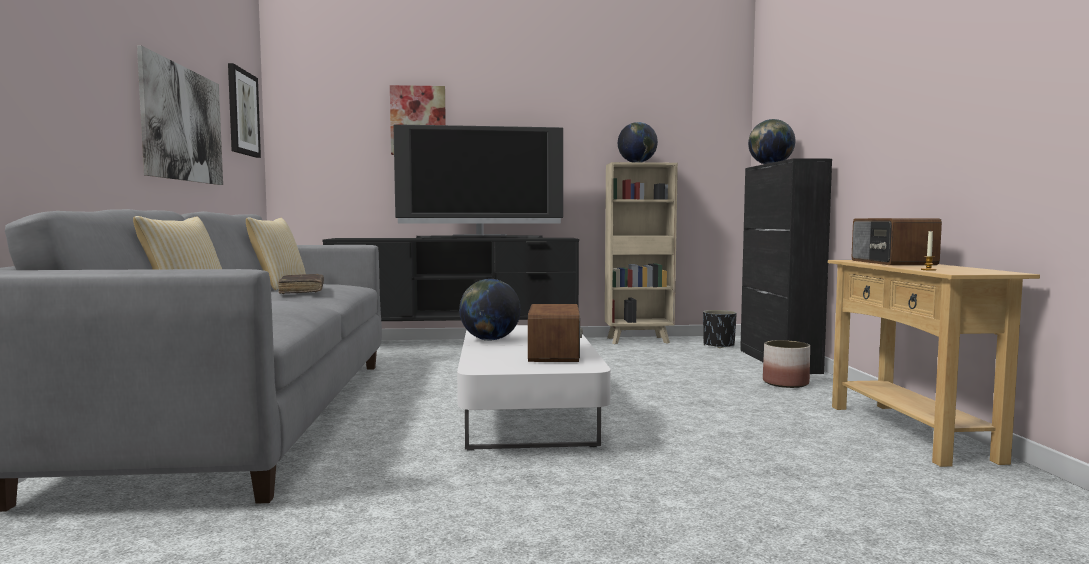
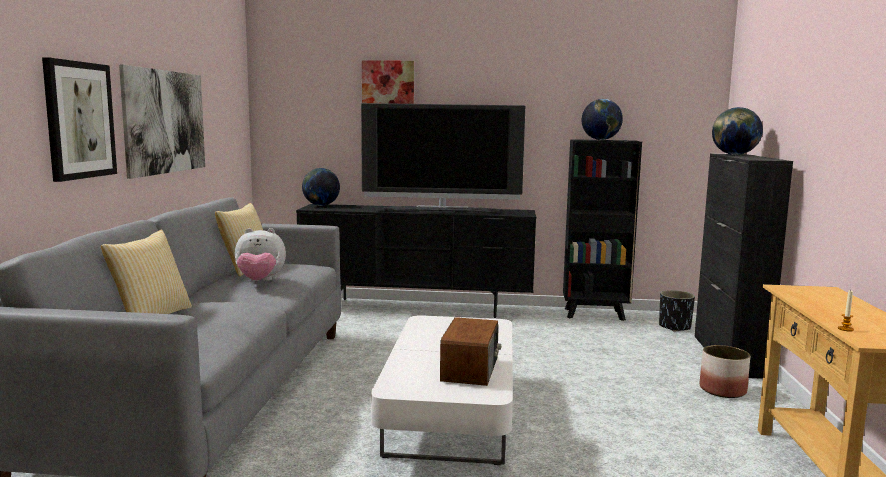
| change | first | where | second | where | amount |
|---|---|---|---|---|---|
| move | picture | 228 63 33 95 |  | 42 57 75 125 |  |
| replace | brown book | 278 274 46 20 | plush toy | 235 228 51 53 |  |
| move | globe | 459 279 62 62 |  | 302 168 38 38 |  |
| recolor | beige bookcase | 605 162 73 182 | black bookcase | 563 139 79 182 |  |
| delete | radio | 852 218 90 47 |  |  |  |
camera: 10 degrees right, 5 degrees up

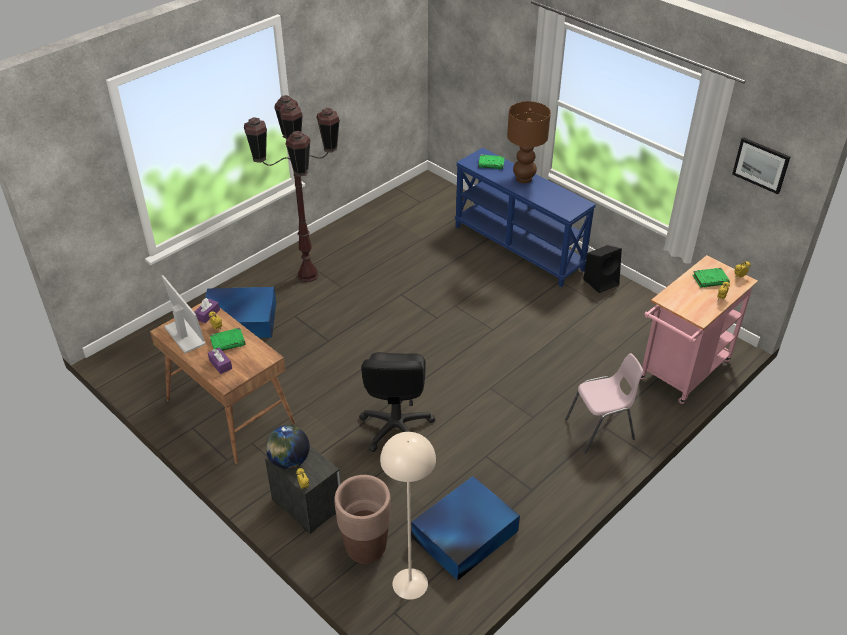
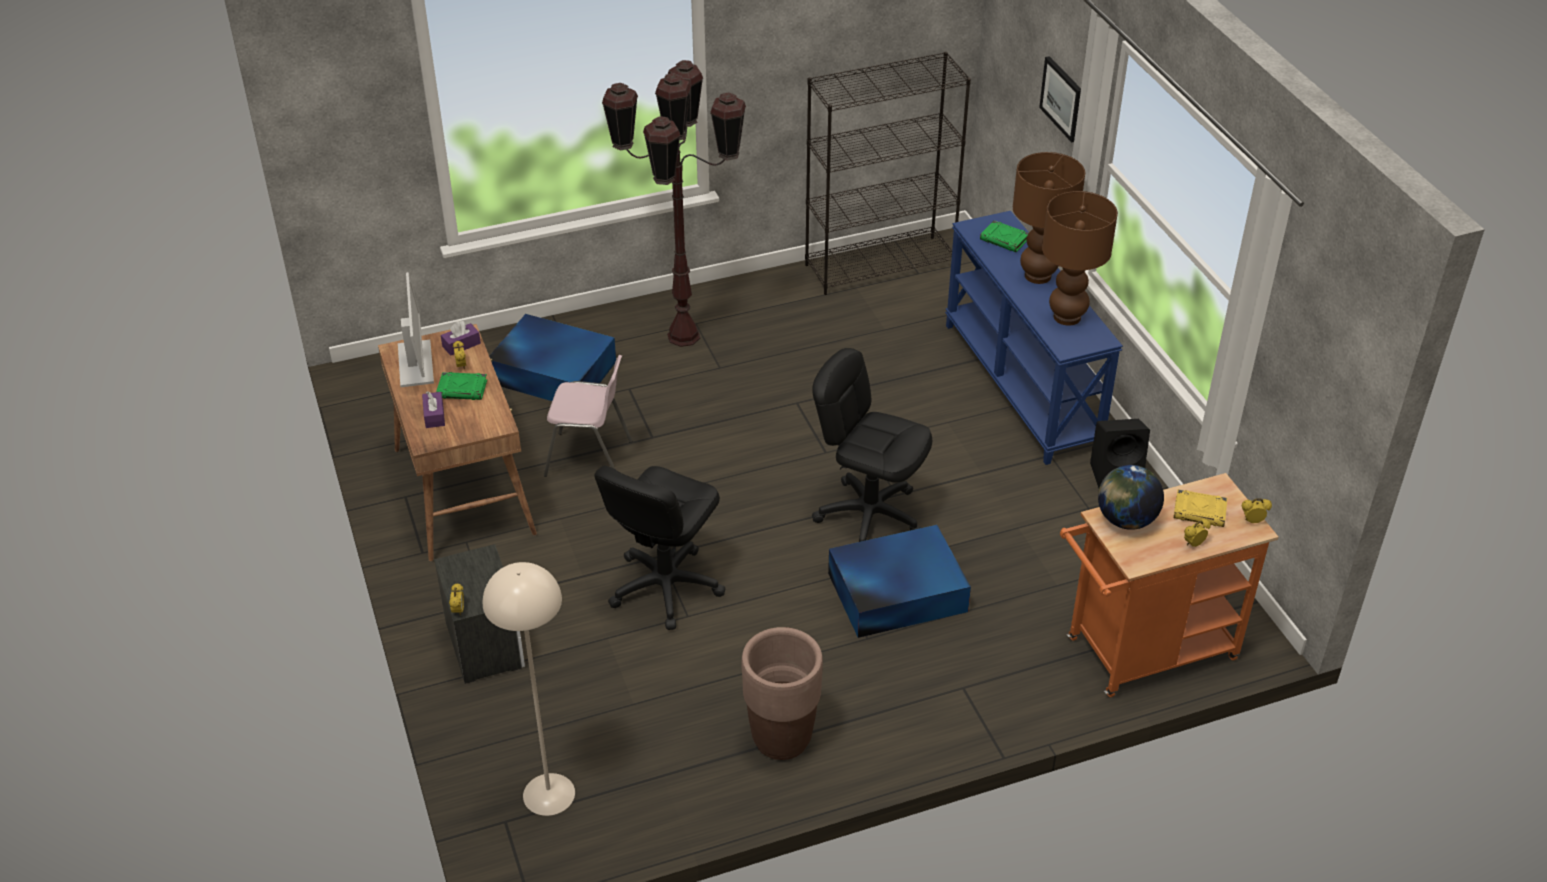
| change | first | where | second | where | amount |
|---|---|---|---|---|---|
| move | globe | 266 425 44 44 |  | 1098 465 66 65 |  |
| move | brown planter | 334 475 57 89 |  | 742 627 81 133 |  |
| move | blue storage box | 411 476 109 105 |  | 828 525 143 113 |  |
| move | pink chair | 566 353 78 100 |  | 544 355 88 122 |  |
| recolor | pink cart | 641 255 117 149 | orange cart | 1060 473 219 224 |  |
| recolor | green book | 693 268 37 20 | yellow book | 1174 489 54 38 |  |
| move | picture | 732 137 58 57 |  | 1039 56 42 86 |  |
| insert |  |  | black bookcase | 805 52 166 243 |  |
| insert |  |  | black office chair | 812 348 120 194 |  |
| insert |  |  | brown table lamp | 1042 191 76 135 |  |
camera: 25 degrees right, 0 degrees up

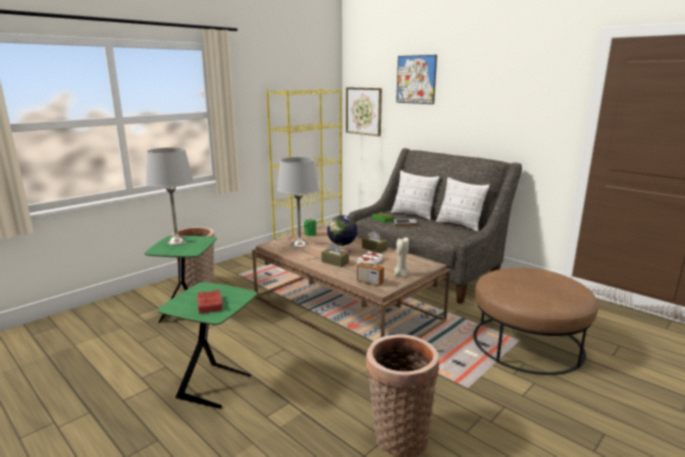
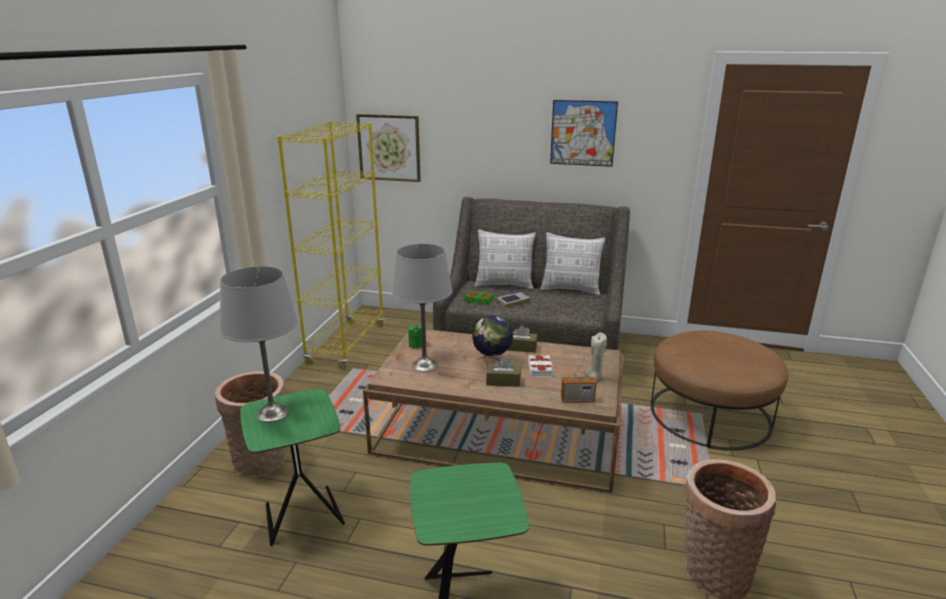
| change | first | where | second | where | amount |
|---|---|---|---|---|---|
| delete | red book | 197 290 26 24 |  |  |  |
| move | picture | 396 55 41 49 |  | 550 100 68 67 |  |
camera: 30 degrees left, 5 degrees up

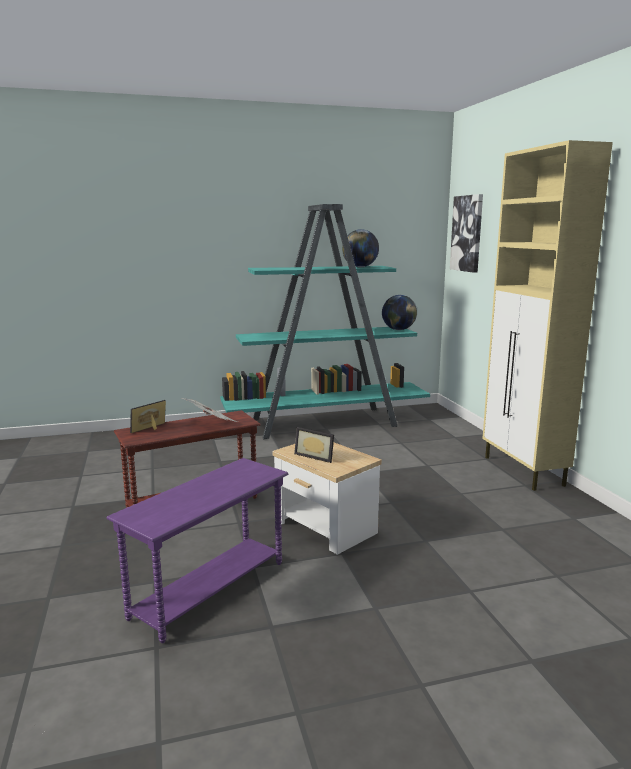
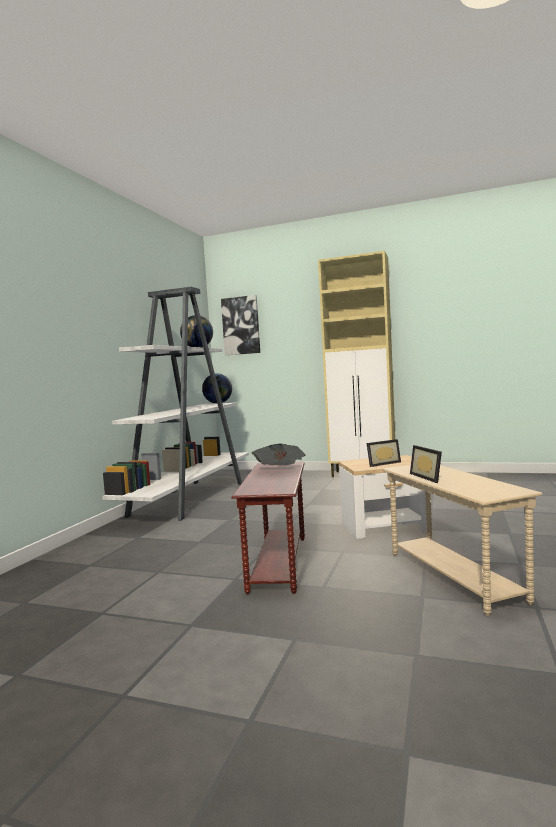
| change | first | where | second | where | amount |
|---|---|---|---|---|---|
| recolor | purple side table | 106 458 183 185 | beige side table | 382 465 160 151 |  |
| move | picture frame | 130 400 36 33 |  | 410 445 32 38 |  |
| recolor | turquoise bookcase | 220 204 210 235 | white bookcase | 103 287 146 234 |  |
camera: 55 degrees left, 10 degrees down

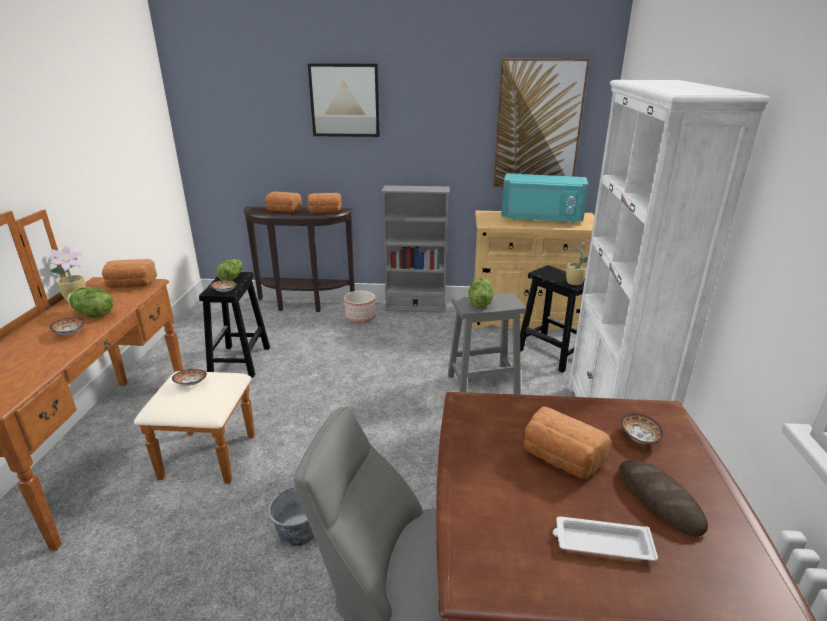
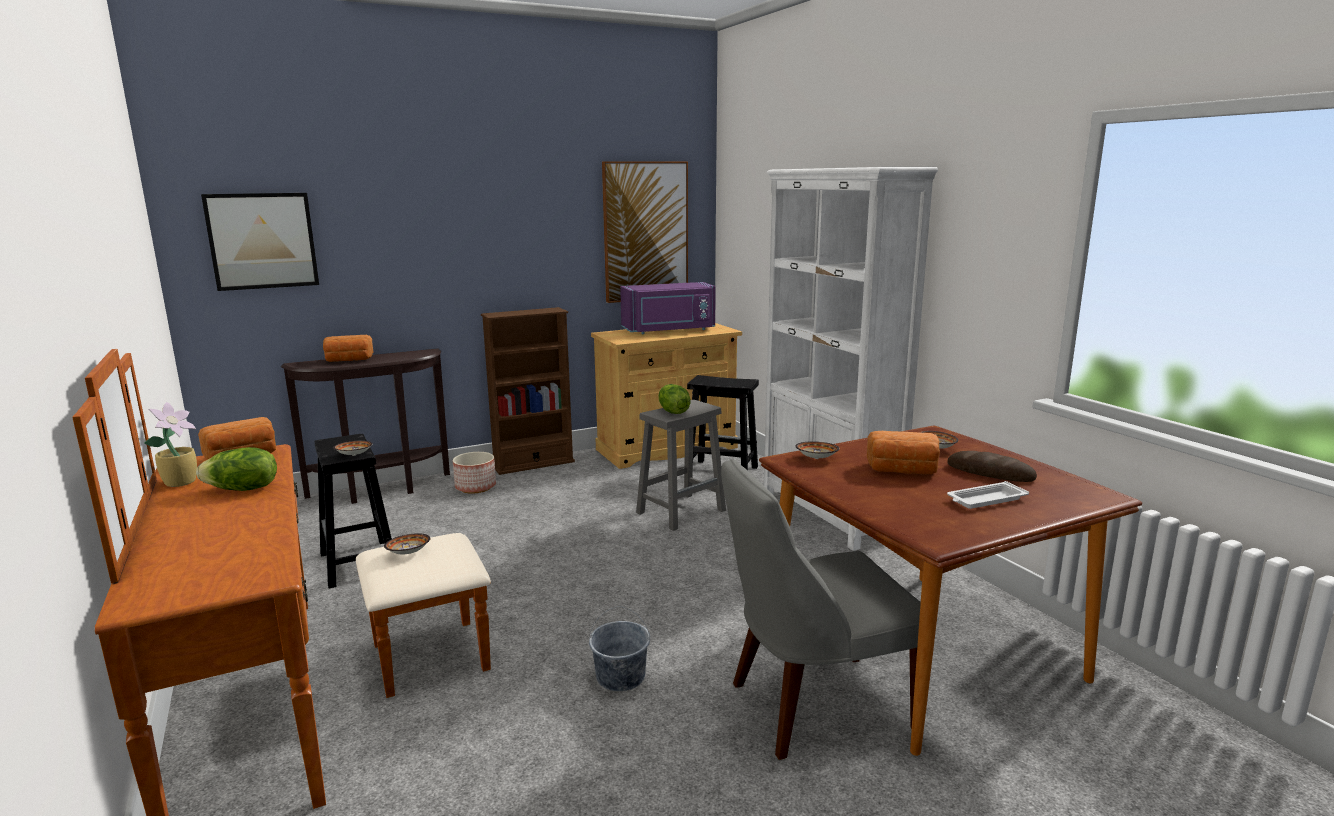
| change | first | where | second | where | amount |
|---|---|---|---|---|---|
| move | bowl | 50 318 34 17 |  | 795 441 45 18 |  |
| delete | lettuce | 216 259 26 22 |  |  |  |
| delete | bread | 307 193 35 20 |  |  |  |
| move | picture | 308 64 72 73 |  | 201 193 118 98 |  |
| recolor | grey bookcase | 381 185 69 128 | brown bookcase | 481 307 94 168 |  |
| recolor | turquoise microwave | 501 173 88 50 | purple microwave | 620 282 96 52 |  |
| delete | potted plant | 566 240 23 45 |  |  |  |
camera: 30 degrees left, 10 degrees down

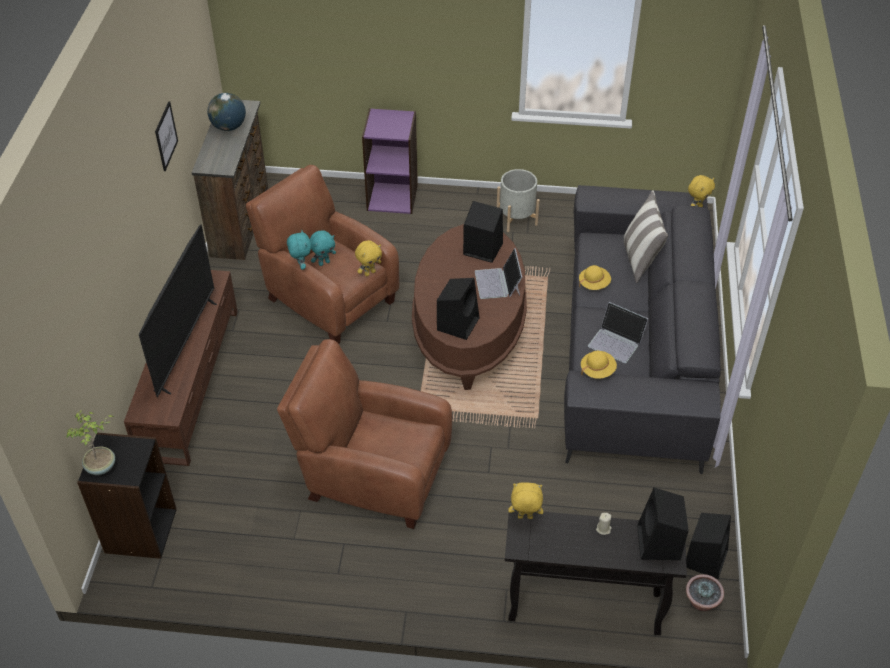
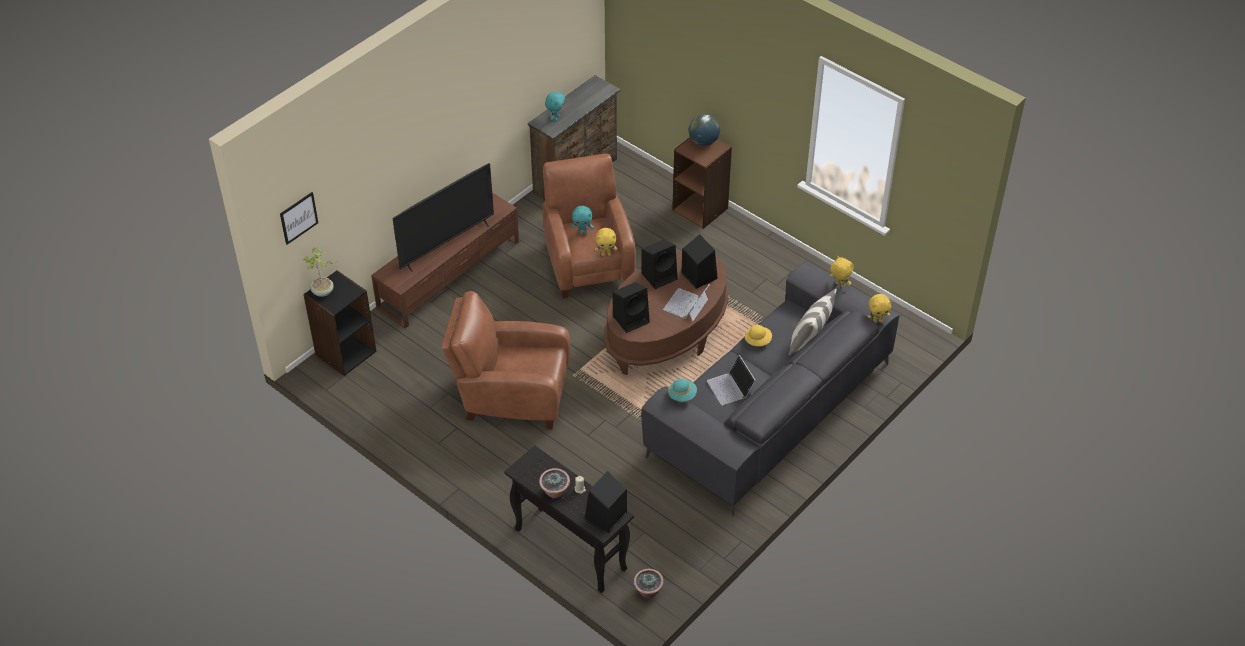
| change | first | where | second | where | amount |
|---|---|---|---|---|---|
| move | picture | 155 101 23 70 |  | 280 192 38 53 |  |
| move | globe | 207 93 39 38 |  | 689 114 31 32 |  |
| rotate | brown armchair | 277 339 175 190 |  | 442 291 128 139 | 45 degrees counterclockwise |
| move | turquoise plush toy | 287 230 24 40 |  | 545 92 20 29 |  |
| recolor | purple bookcase | 362 108 56 106 | brown bookcase | 672 137 60 92 |  |
| delete | grey planter | 497 169 43 63 |  |  |  |
| move | yellow plush toy | 508 482 35 37 |  | 830 256 24 31 |  |
| recolor | yellow hat | 581 351 36 28 | turquoise hat | 668 379 29 22 |  |
| move | black speaker | 686 513 45 66 |  | 641 240 36 49 |  |
| insert |  |  | potted plant | 539 468 31 30 |  |
camera: 35 degrees right, 0 degrees up

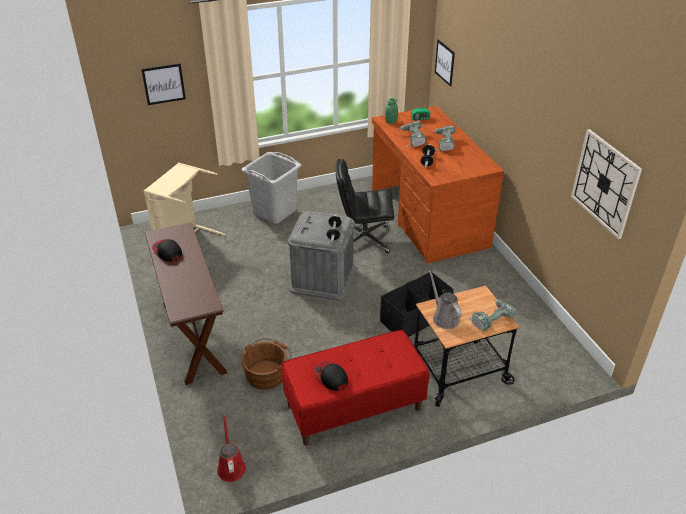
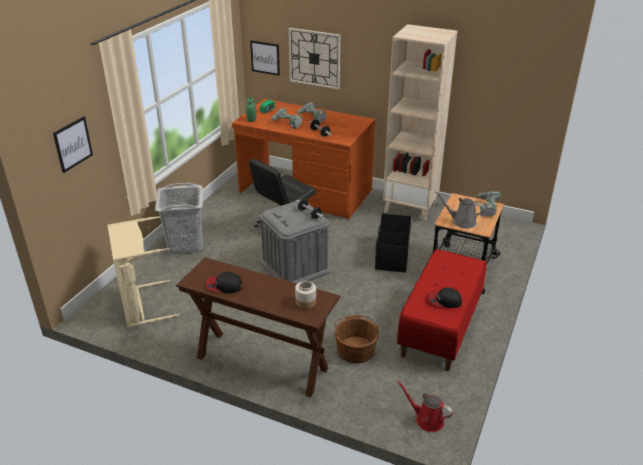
| change | first | where | second | where | amount |
|---|---|---|---|---|---|
| move | wall clock | 571 129 71 110 |  | 288 28 52 62 |  |
| insert |  |  | jar | 295 281 21 28 |  |
| insert |  |  | beige bookcase | 383 24 74 198 |  |
camera: 45 degrees left, 5 degrees down

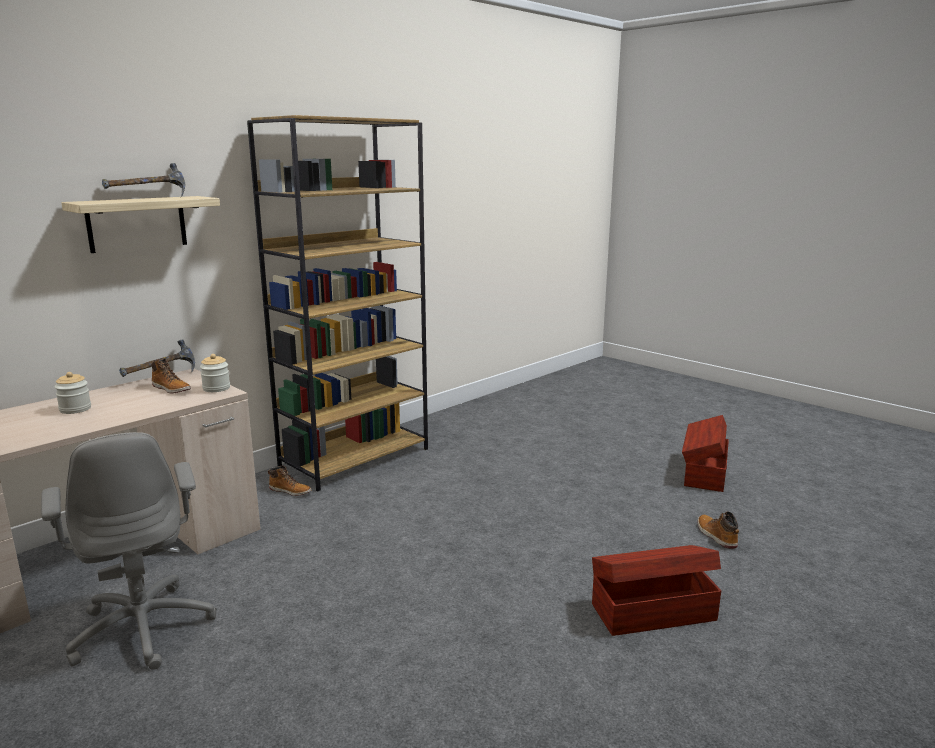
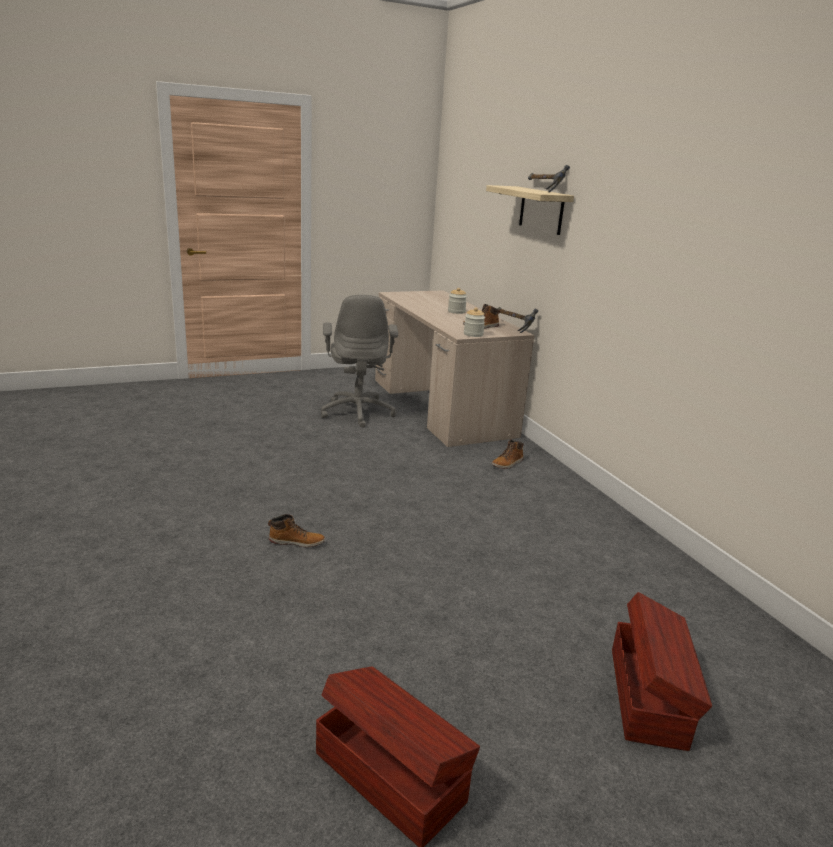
| change | first | where | second | where | amount |
|---|---|---|---|---|---|
| rotate | grey office chair | 41 432 175 238 |  | 321 294 77 134 | 90 degrees counterclockwise |
| delete | brown bookcase | 247 115 181 377 |  |  |  |
| move | brown storage box | 592 545 130 91 |  | 612 592 100 159 |  |
| move | boot | 698 511 41 38 |  | 268 514 57 33 |  |
camera: 110 degrees right, 5 degrees up

